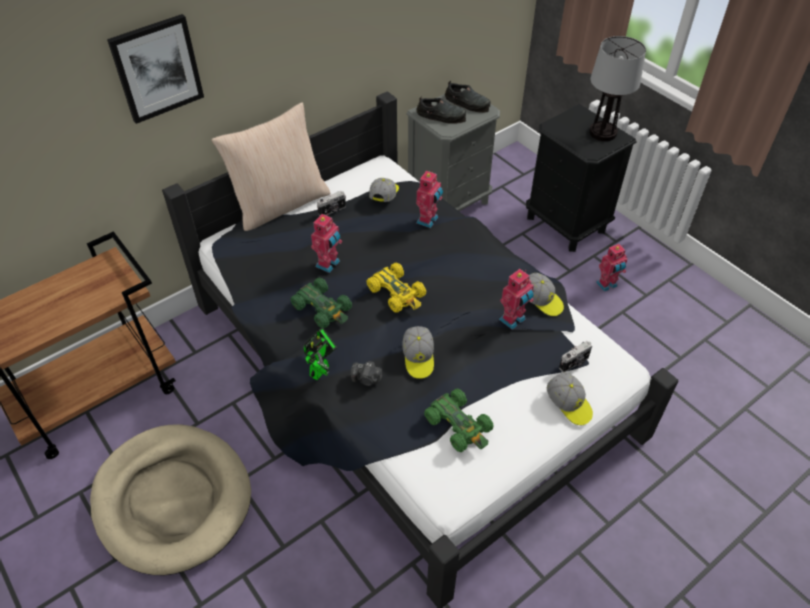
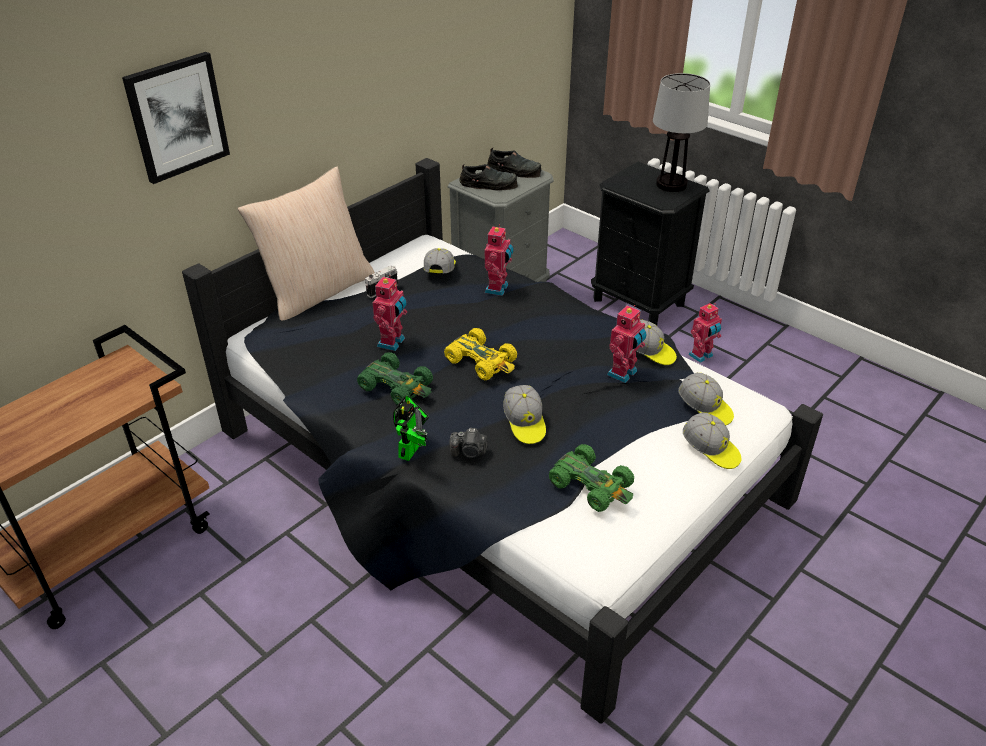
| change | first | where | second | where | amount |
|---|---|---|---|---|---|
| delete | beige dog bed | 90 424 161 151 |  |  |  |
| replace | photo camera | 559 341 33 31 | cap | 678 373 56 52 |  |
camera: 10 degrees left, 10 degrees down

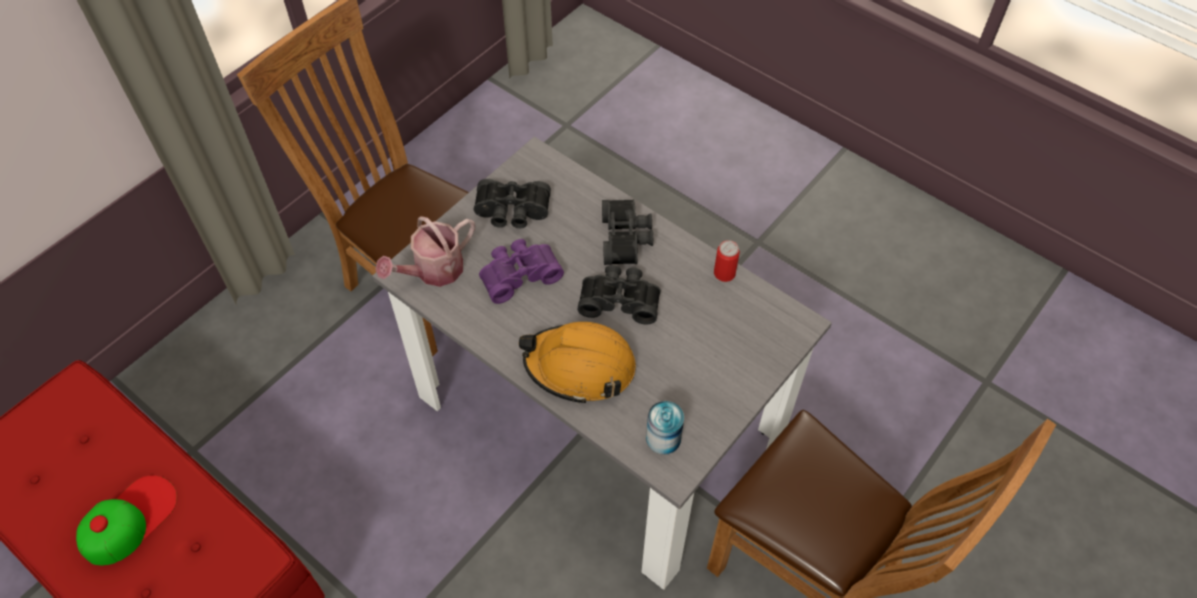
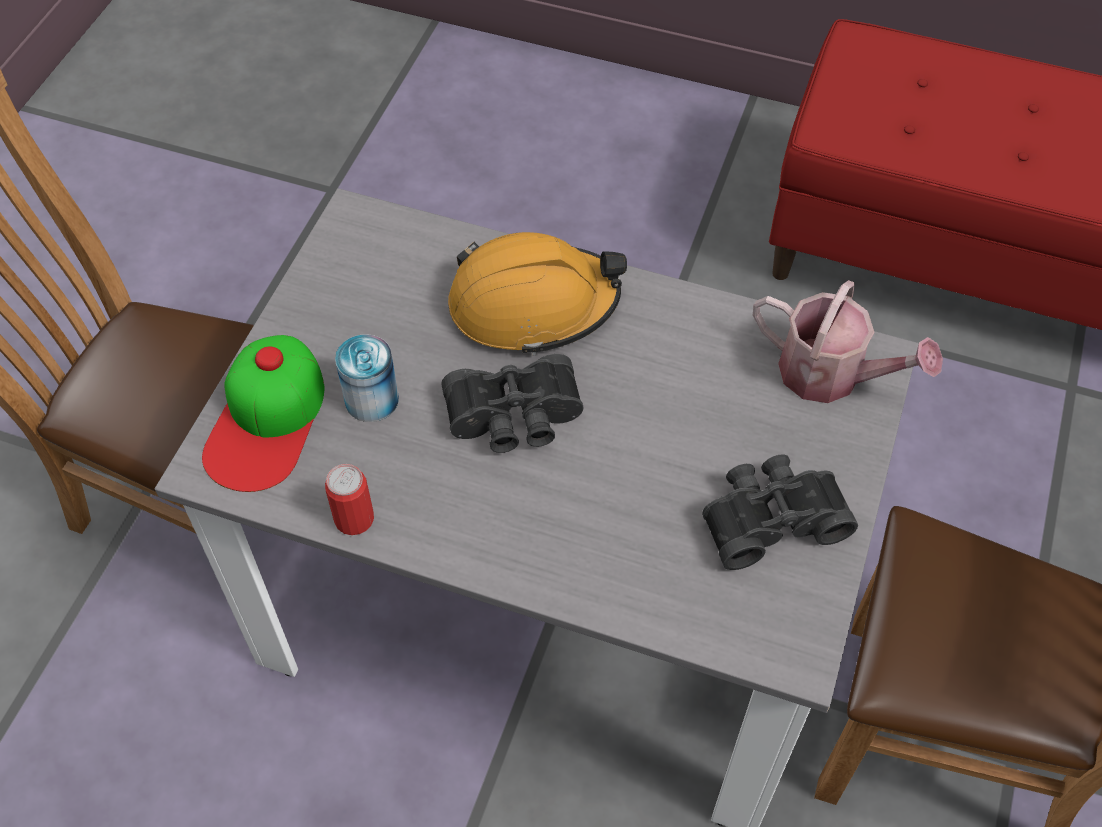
| change | first | where | second | where | amount |
|---|---|---|---|---|---|
| move | cap | 76 476 101 90 |  | 202 335 122 157 |  |
| rotate | watering can | 375 216 100 71 |  | 753 280 190 123 | 90 degrees clockwise |
| delete | purple binoculars | 479 239 85 65 |  |  |  |
| delete | black binoculars | 602 199 51 66 |  |  |  |
| move | can | 646 401 38 54 |  | 335 334 64 88 |  |
camera: 160 degrees right, 0 degrees up

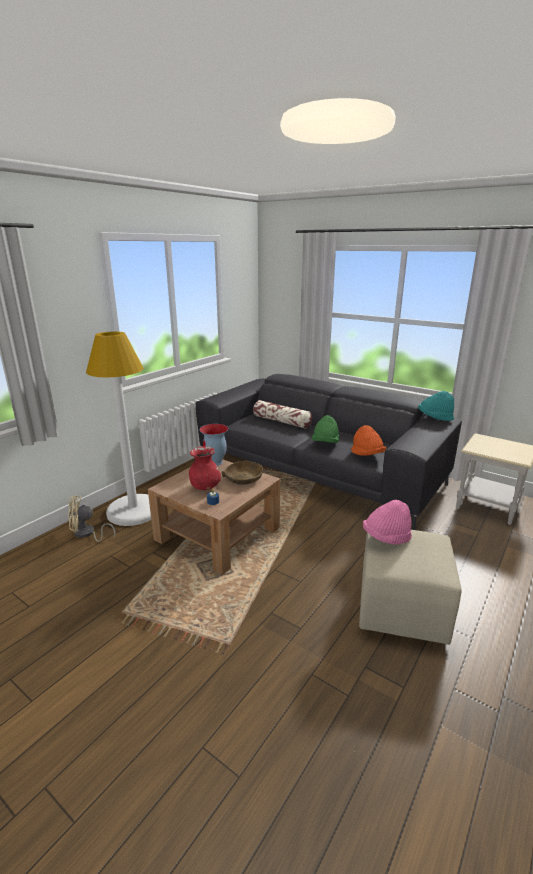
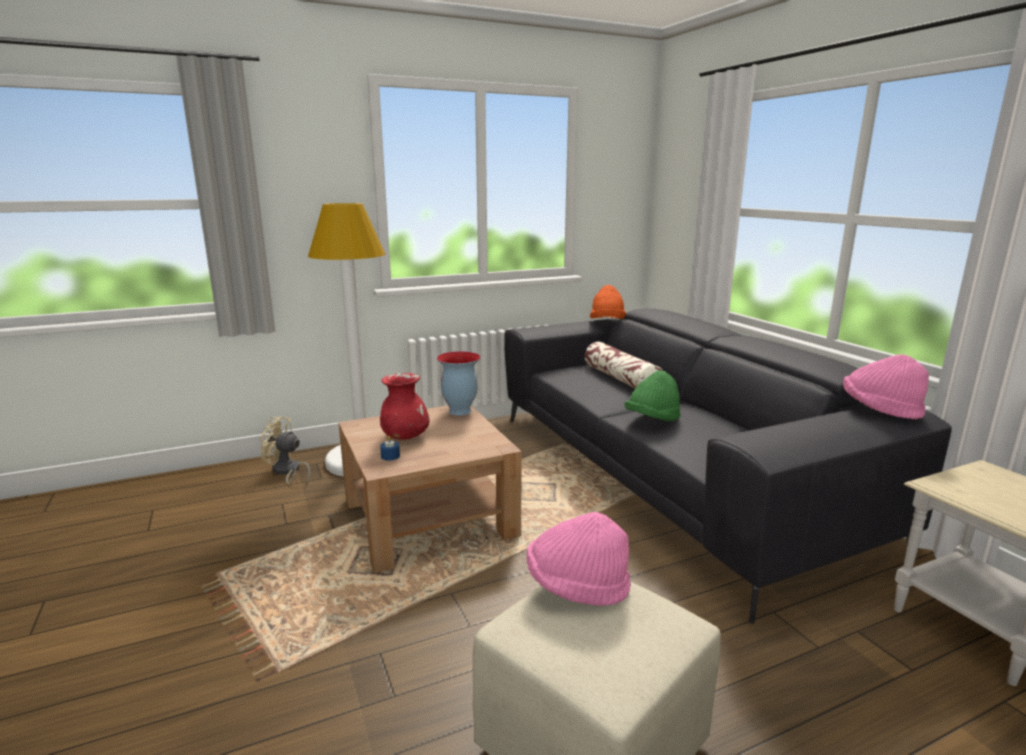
| change | first | where | second | where | amount |
|---|---|---|---|---|---|
| delete | brown bowl | 221 461 42 24 |  |  |  |
| move | orange hat | 351 425 35 31 |  | 590 285 36 34 |  |
| recolor | turquoise hat | 418 391 36 30 | pink hat | 843 354 86 65 |  |
camera: 30 degrees right, 5 degrees down

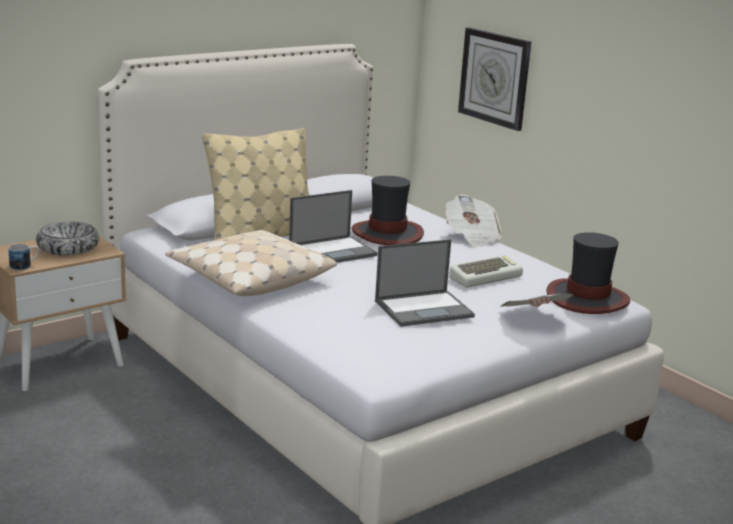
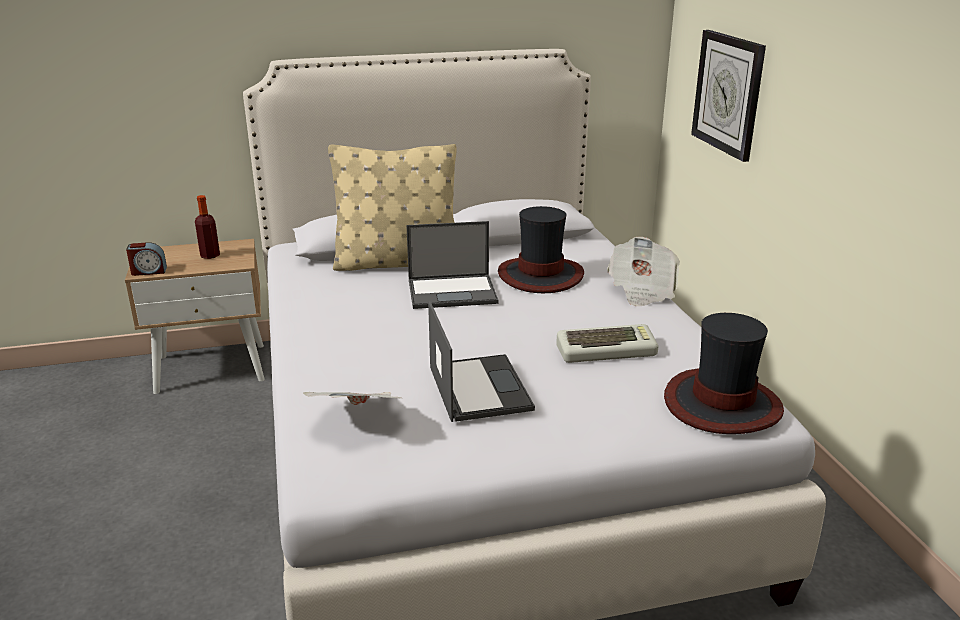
| change | first | where | second | where | amount |
|---|---|---|---|---|---|
| replace | mug | 9 244 30 26 | alarm clock | 126 242 41 34 |  |
| replace | bowl | 36 221 63 35 | bottle | 195 195 25 64 |  |
| delete | beige pillow | 165 230 172 66 |  |  |  |
| rotate | laptop | 375 239 100 88 |  | 428 301 107 121 | 105 degrees counterclockwise |
| move | newspaper | 500 293 74 14 |  | 303 392 99 13 |  |
camera: 25 degrees right, 5 degrees up

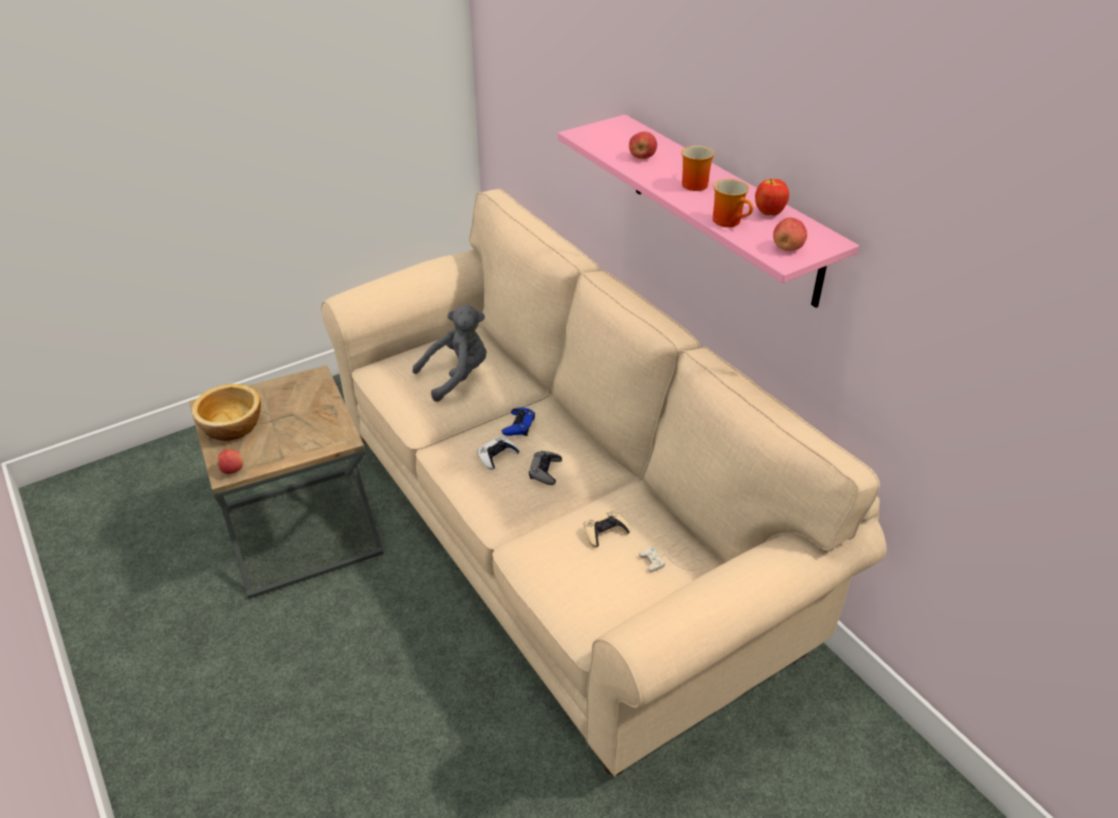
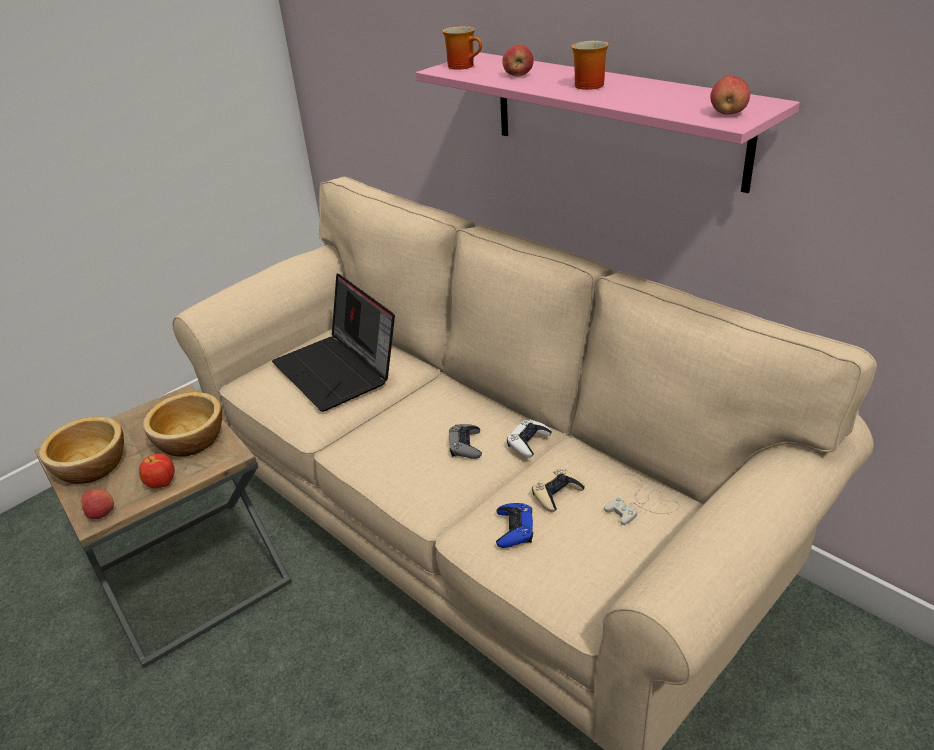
| change | first | where | second | where | amount |
|---|---|---|---|---|---|
| replace | grey plush toy | 413 305 74 97 | laptop | 272 273 123 139 |  |
| move | white game controller | 477 437 43 33 |  | 507 419 45 39 |  |
| move | blue game controller | 502 408 33 28 |  | 496 503 37 45 |  |
| move | mug | 713 179 40 48 |  | 442 26 40 44 |  |
| move | apple | 755 179 34 37 |  | 139 453 36 36 |  |
| insert |  |  | bowl | 143 392 79 65 |  |
camera: 10 degrees left, 5 degrees down

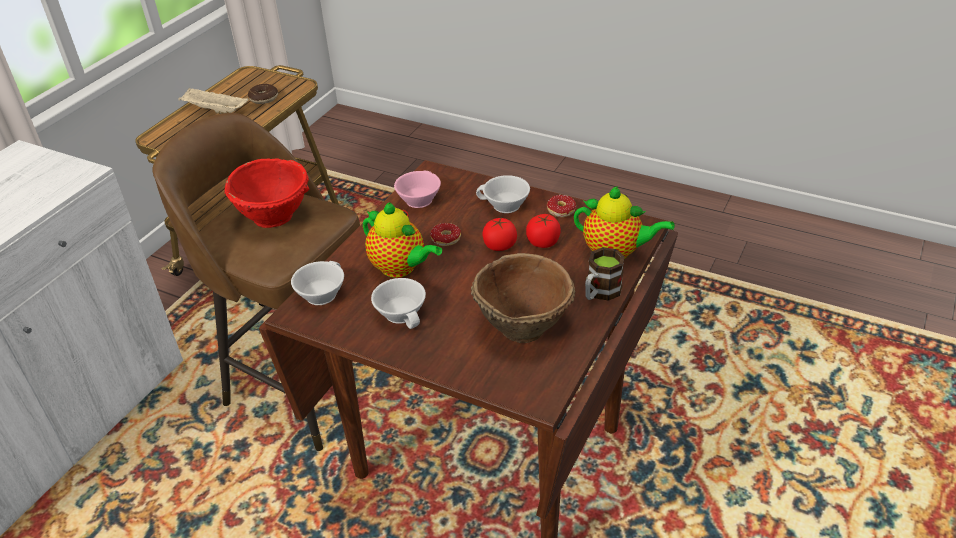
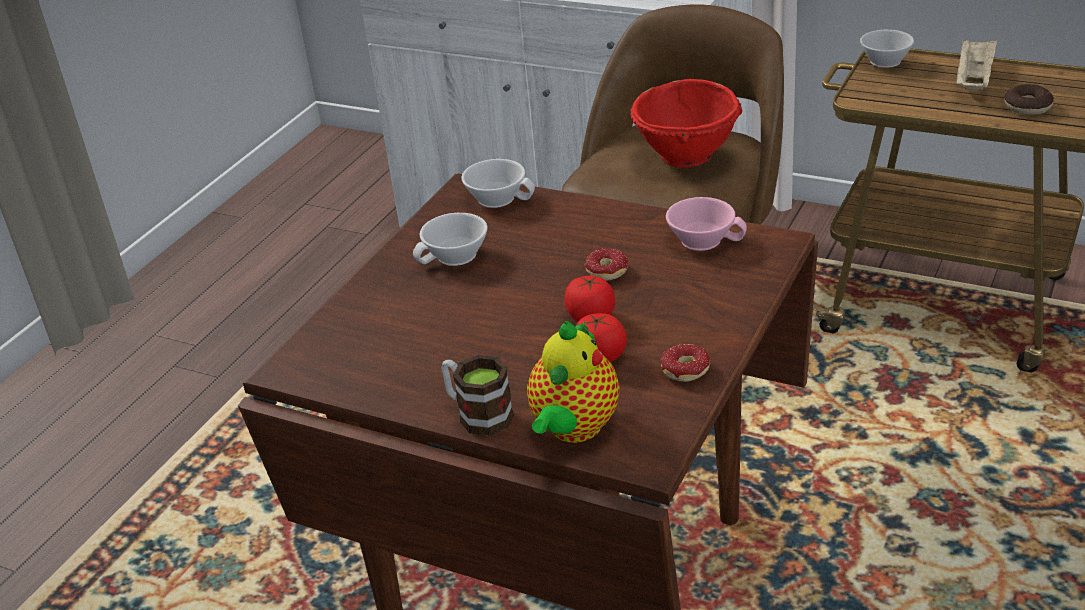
| change | first | where | second | where | amount |
|---|---|---|---|---|---|
| delete | teapot | 363 202 79 76 |  |  |  |
| delete | brown bowl | 471 253 104 90 |  |  |  |
| move | white cup | 476 175 54 38 |  | 860 30 54 38 |  |
camera: 90 degrees right, 5 degrees down

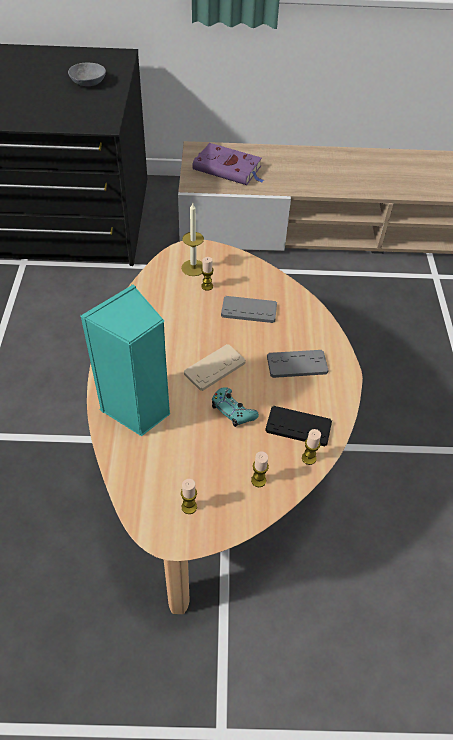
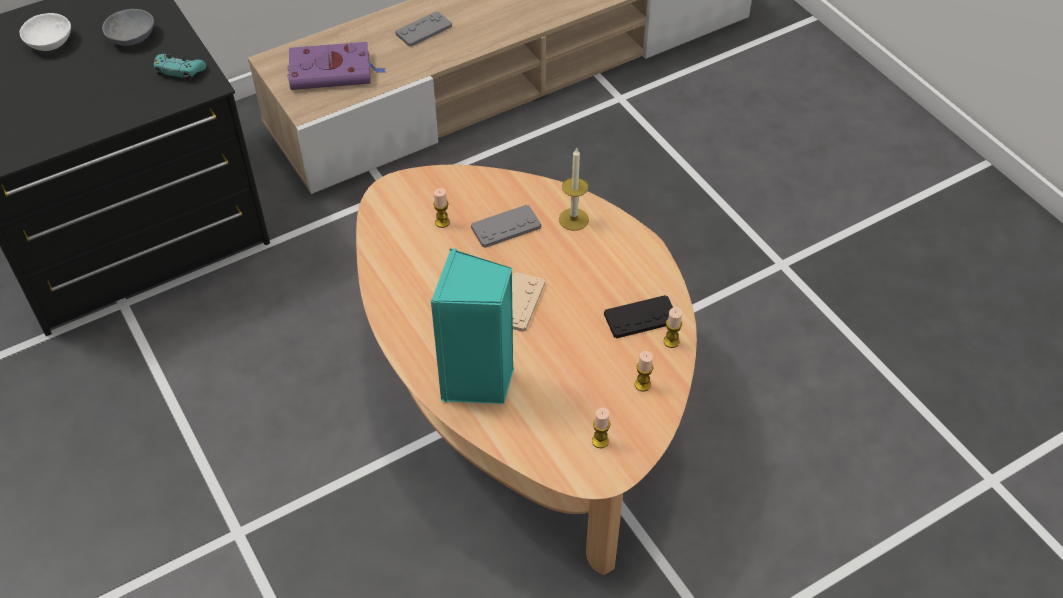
| change | first | where | second | where | amount |
|---|---|---|---|---|---|
| move | candle | 181 202 23 74 |  | 559 147 30 84 |  |
| move | turquoise game controller | 212 387 47 40 |  | 154 54 52 27 |  |
| move | grey game controller | 267 350 62 28 |  | 395 11 57 36 |  |
| insert |  |  | white bowl | 20 13 51 38 |  |
camera: 30 degrees left, 0 degrees up

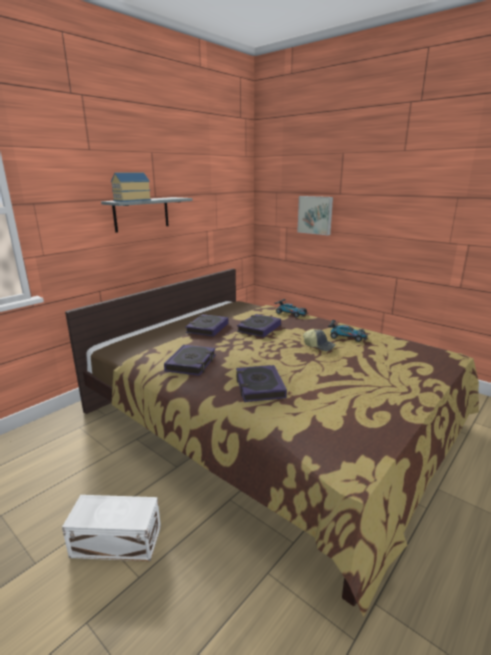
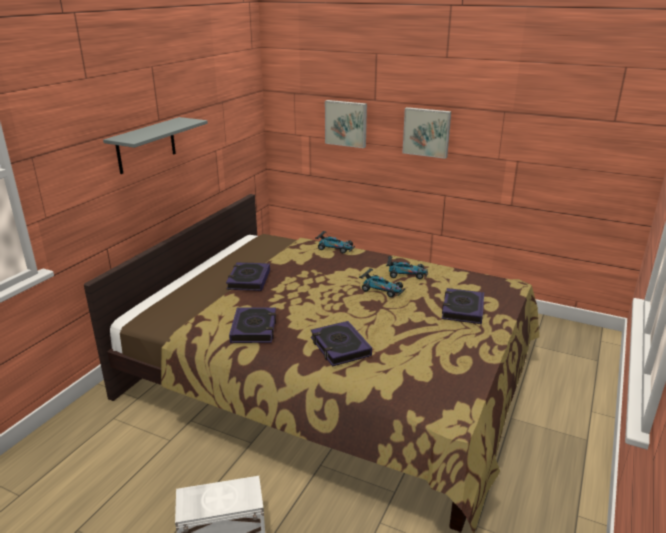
| change | first | where | second | where | amount |
|---|---|---|---|---|---|
| delete | toy house | 111 172 40 30 |  |  |  |
| move | book | 237 314 44 23 |  | 442 288 42 36 |  |
| replace | cap | 303 329 33 22 | toy car | 359 268 47 30 |  |
| insert |  |  | picture | 402 107 49 52 |  |
camera: 15 degrees left, 5 degrees up

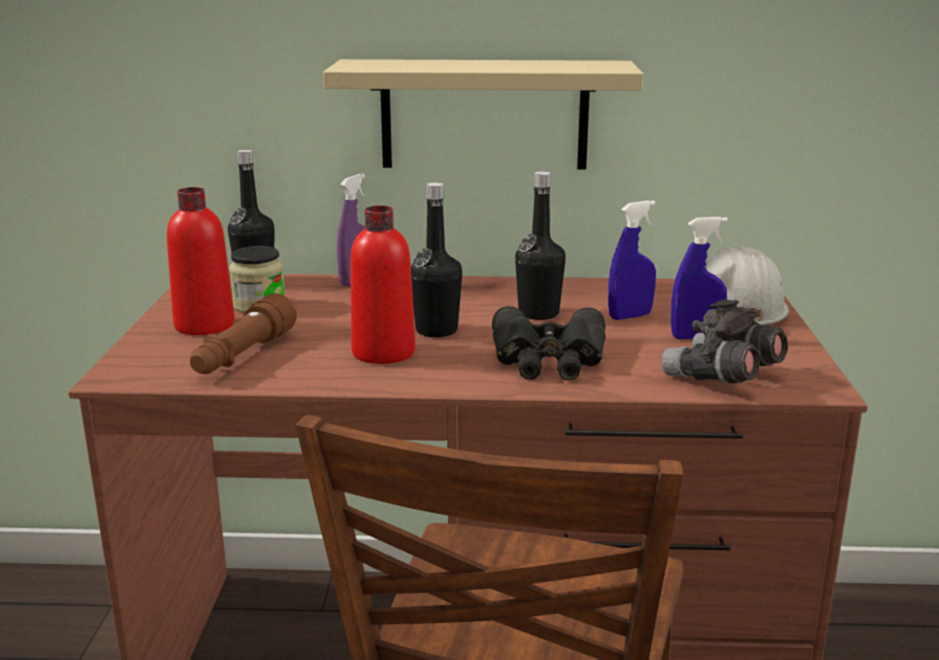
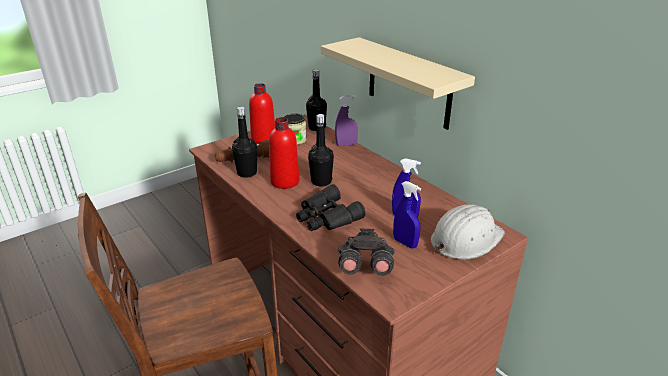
| change | first | where | second | where | amount |
|---|---|---|---|---|---|
| move | black bottle | 515 171 51 149 |  | 232 107 25 70 |  |
camera: 50 degrees right, 10 degrees up

